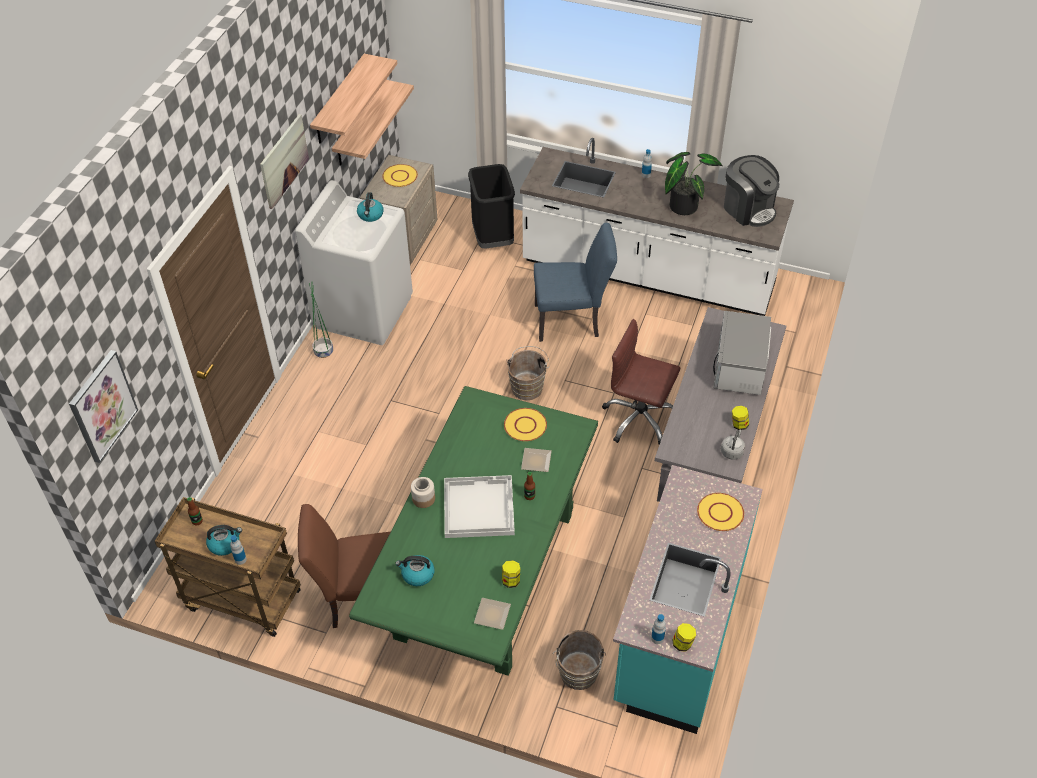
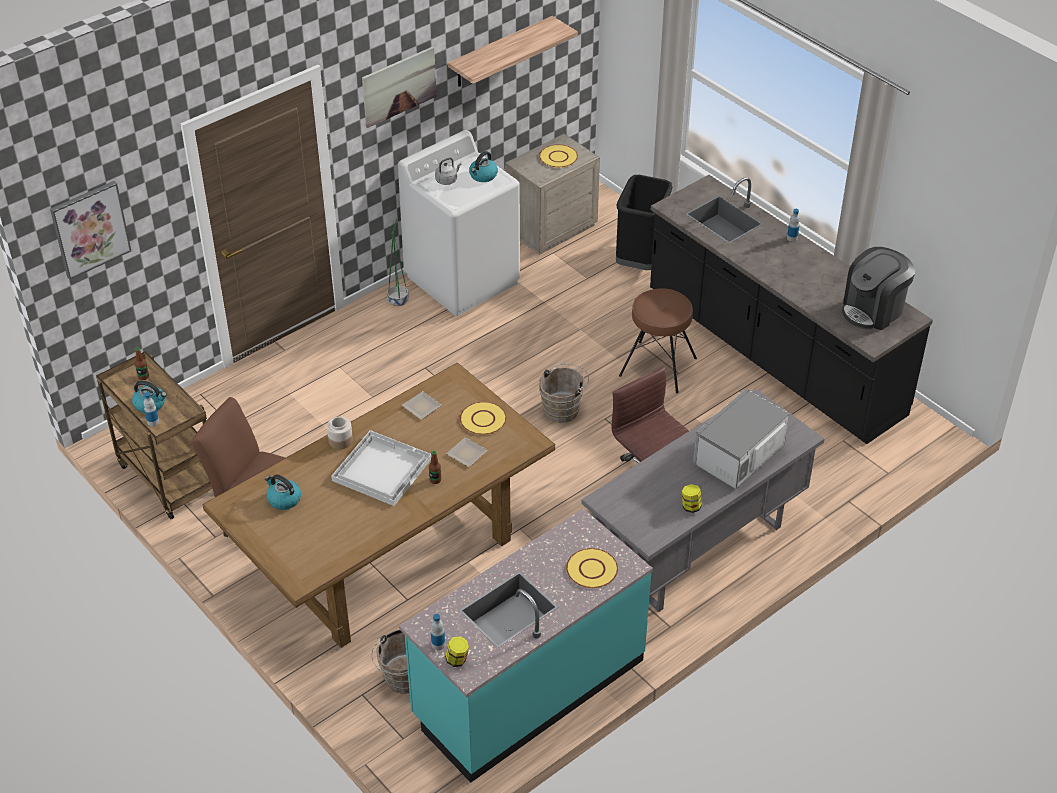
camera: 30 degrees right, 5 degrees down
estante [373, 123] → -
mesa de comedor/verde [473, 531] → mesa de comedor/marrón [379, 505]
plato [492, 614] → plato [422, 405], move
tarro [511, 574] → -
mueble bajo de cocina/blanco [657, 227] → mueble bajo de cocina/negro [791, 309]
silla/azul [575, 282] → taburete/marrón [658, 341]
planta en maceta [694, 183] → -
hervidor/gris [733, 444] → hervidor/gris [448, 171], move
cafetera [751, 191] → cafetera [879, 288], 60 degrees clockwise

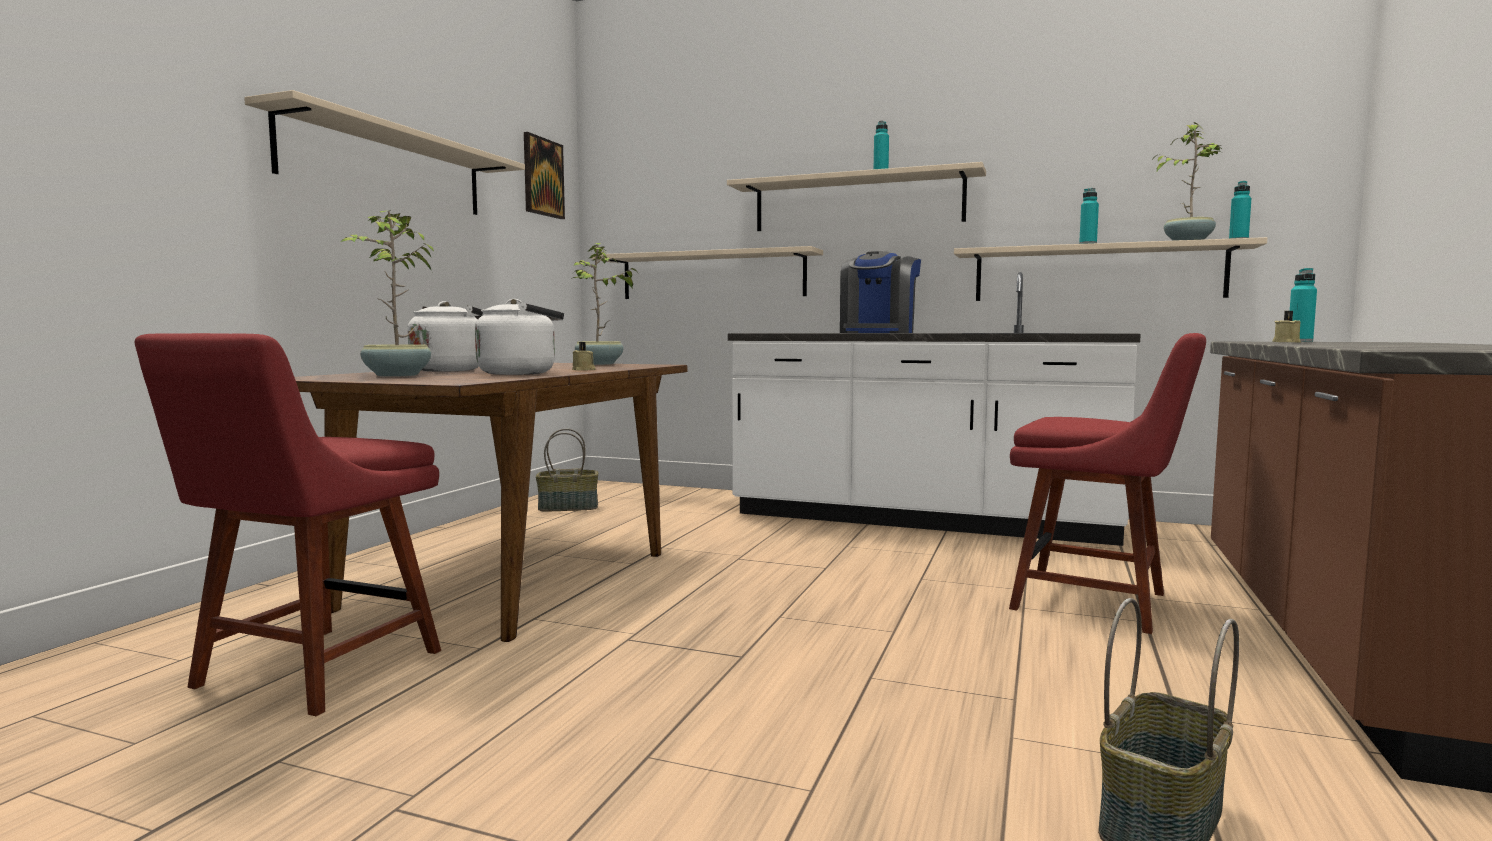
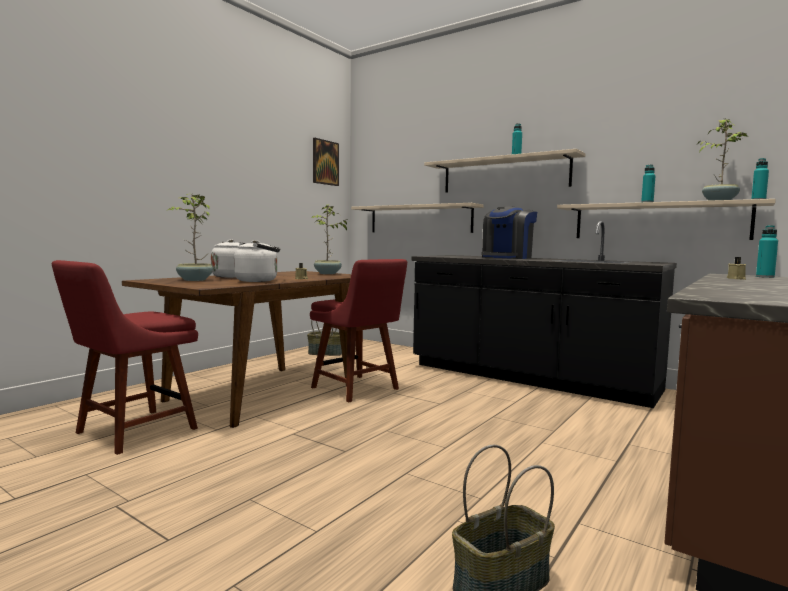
camera: 15 degrees right, 0 degrees up
estante/beis [384, 152] → -
mueble bajo de cocina/blanco [934, 409] → mueble bajo de cocina/negro [544, 314]
silla/rojo [1107, 483] → silla/rojo [358, 330], move

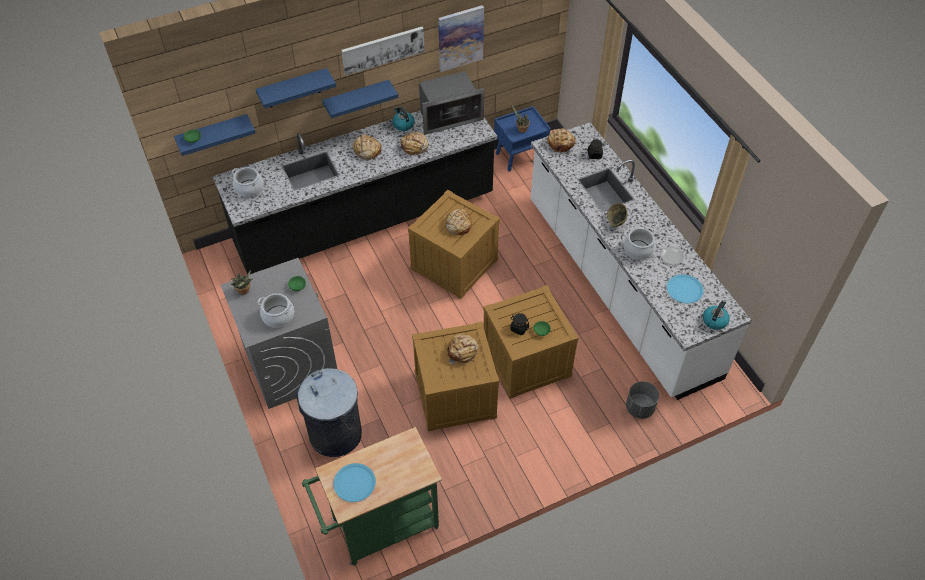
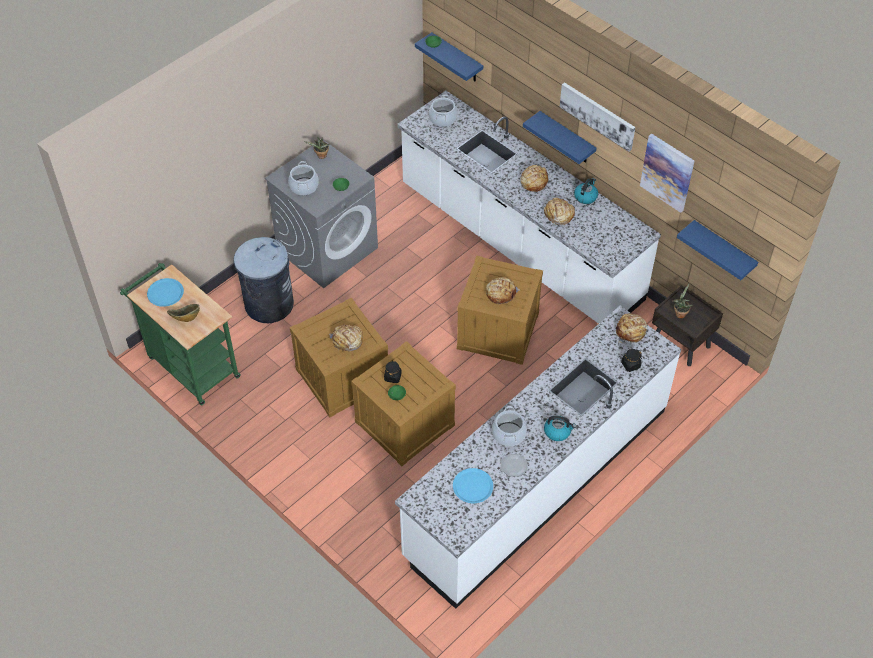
camera: 70 degrees right, 0 degrees up
mueble bajo de cocina/negro [354, 192] → mueble bajo de cocina/blanco [529, 207]
estante/azul [296, 88] → estante/azul [717, 250], move
microondas [451, 103] → -
mesita de noche/azul [522, 138] → mesita de noche/marrón [687, 325]
cuenco [617, 215] → cuenco [183, 313], move
maceta/gris [642, 400] → -
hervidor [716, 315] → hervidor [560, 428], move

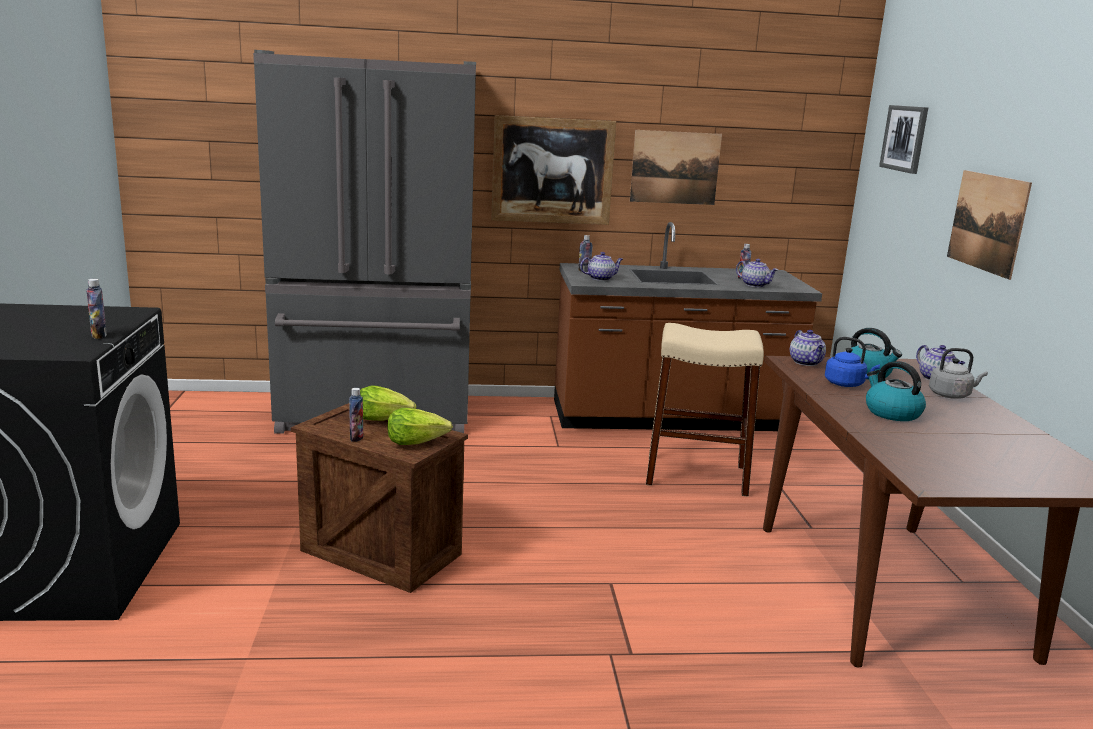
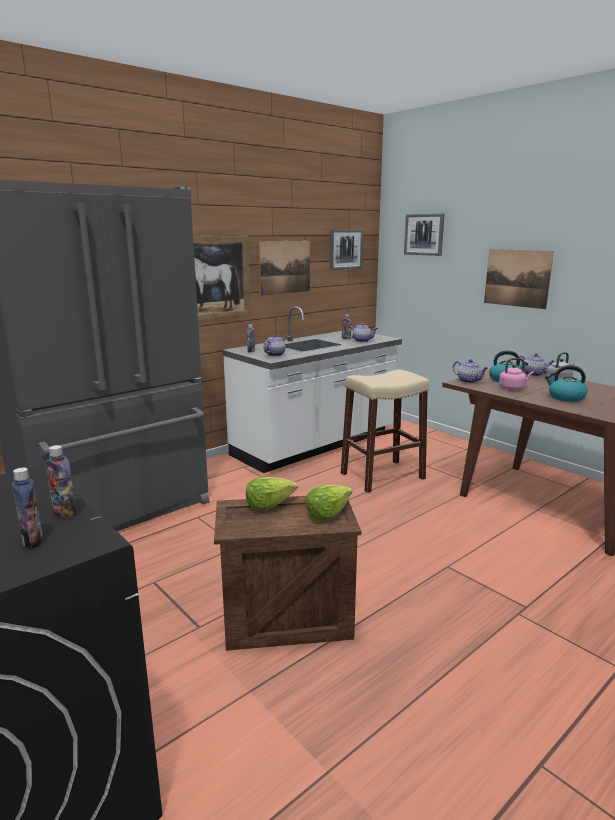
camera: 35 degrees left, 0 degrees up
botella [356, 415] → botella [27, 508], move
mueble bajo de cocina/marrón [688, 326] → mueble bajo de cocina/blanco [312, 389]
hervidor/azul [852, 362] → hervidor/rosa [516, 374]
- → cuadro [346, 250]

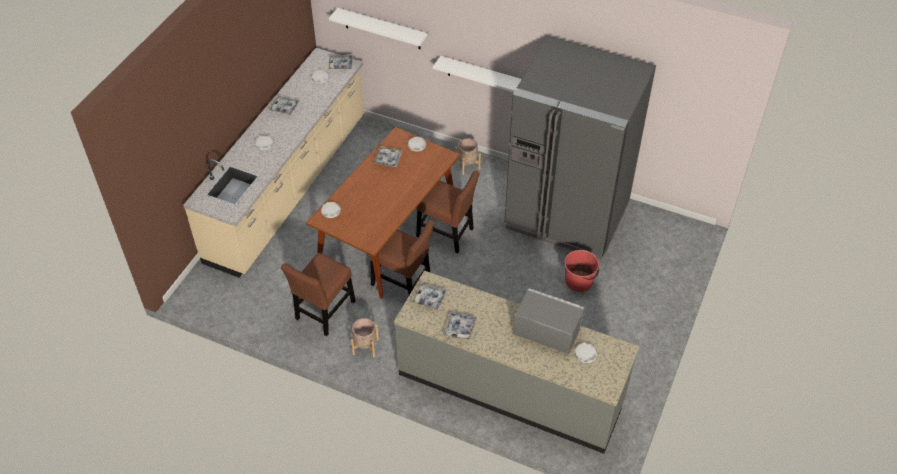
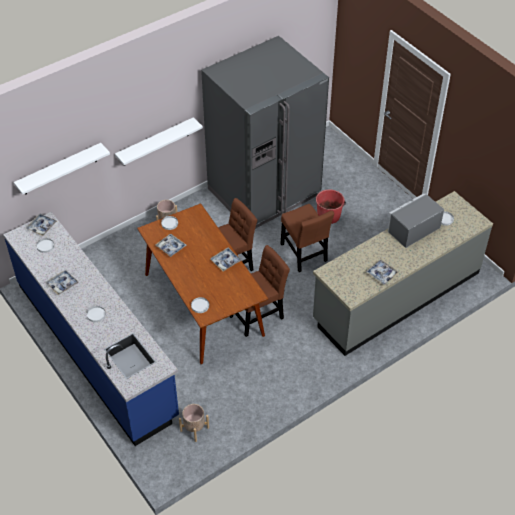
camera: 60 degrees left, 0 degrees up
mueble bajo de cocina/beis [273, 163] → mueble bajo de cocina/azul [91, 329]
silla/marrón [318, 294] → silla/marrón [307, 238], move
maceta/beis [365, 337] → maceta/beis [194, 423], move
bandeja [429, 296] → bandeja [226, 259], move

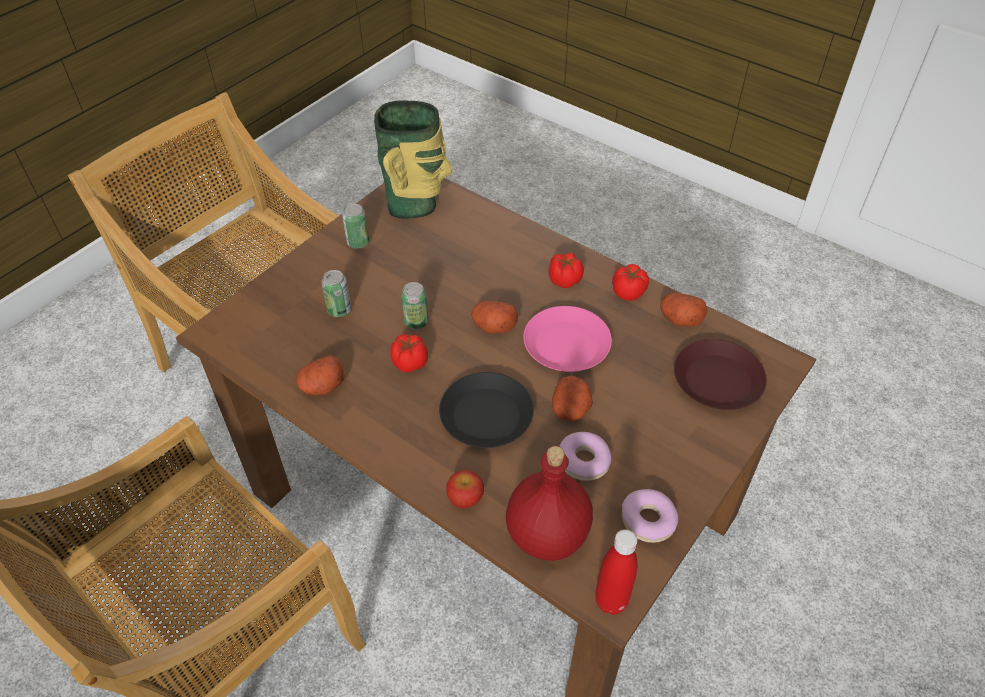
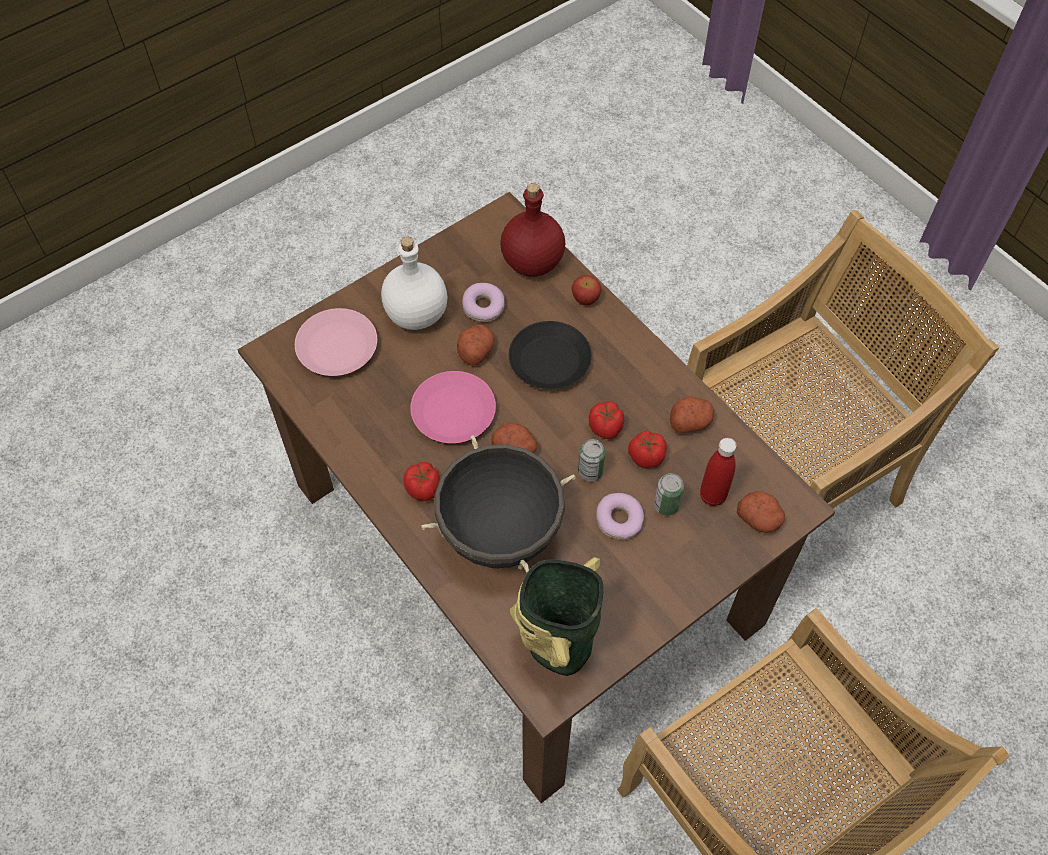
camera: 165 degrees left, 10 degrees up
lata [355, 226] → -
botella/rojo [616, 572] → botella/rojo [718, 472], move
tomate [630, 282] → tomate [647, 449], move
rosquilla [650, 516] → rosquilla [620, 516], move
patata [683, 310] → patata [761, 512], move
plato/marrón [720, 374] → plato/rosa [336, 342]
- → botella/blanco [414, 283]
- → olla/negro [498, 503]

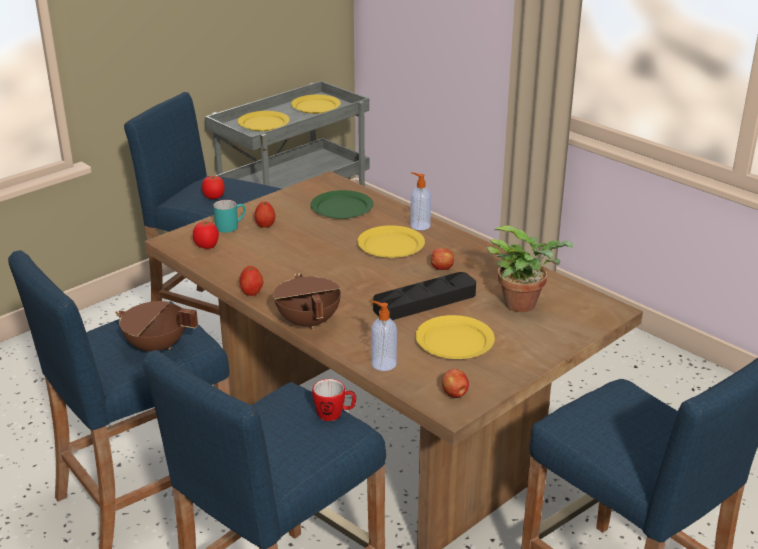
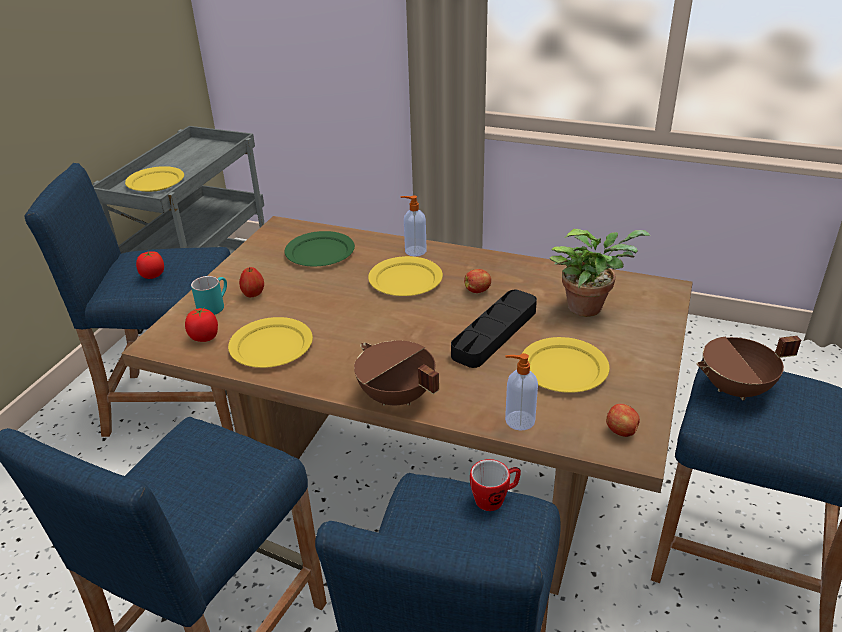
camera: 25 degrees left, 5 degrees up
olla/marrón [156, 326] → olla/marrón [749, 368], move
manzana [251, 281] → -
plato/amarillo [316, 104] → plato/amarillo [270, 342], move

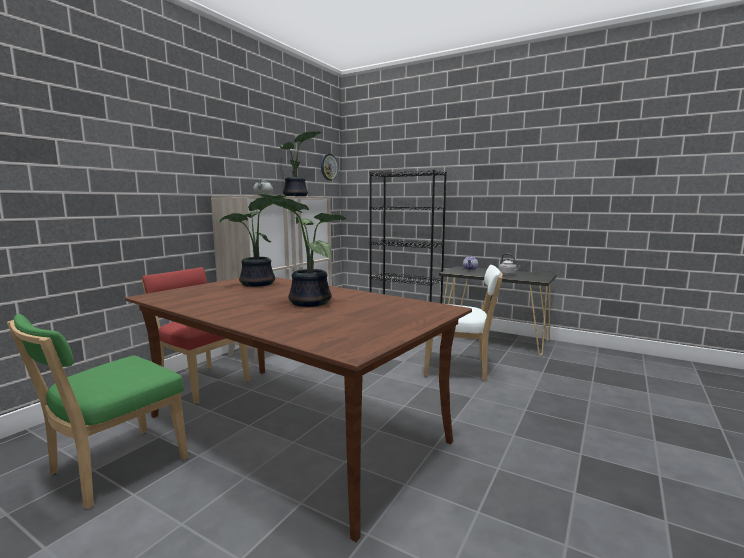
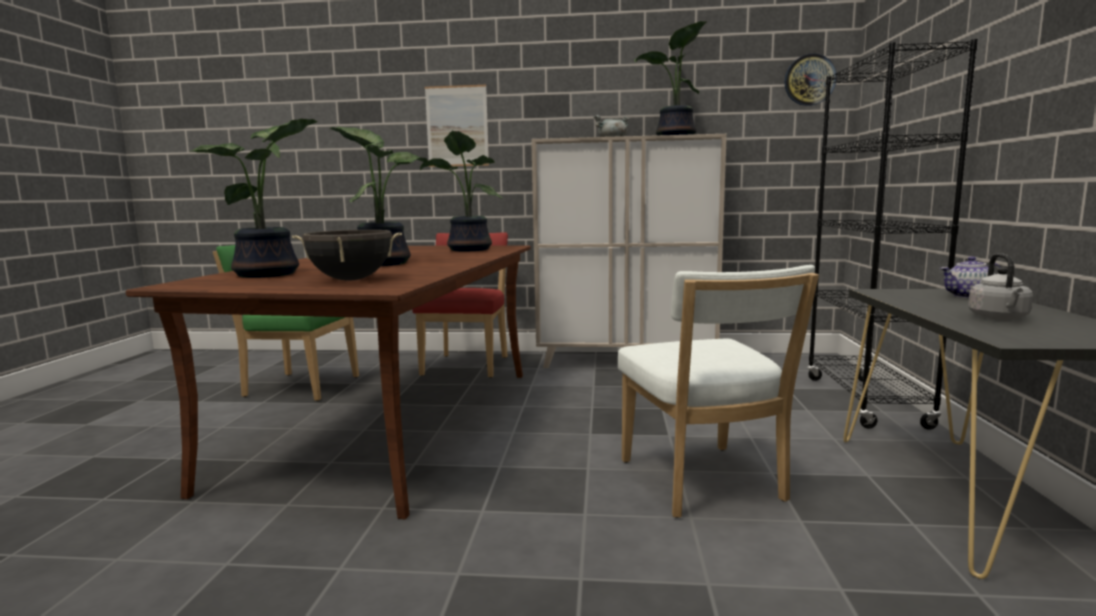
camera: 65 degrees right, 0 degrees up
- → planta en maceta [253, 198]
- → olla/negro [347, 255]
- → cuadro [457, 126]

